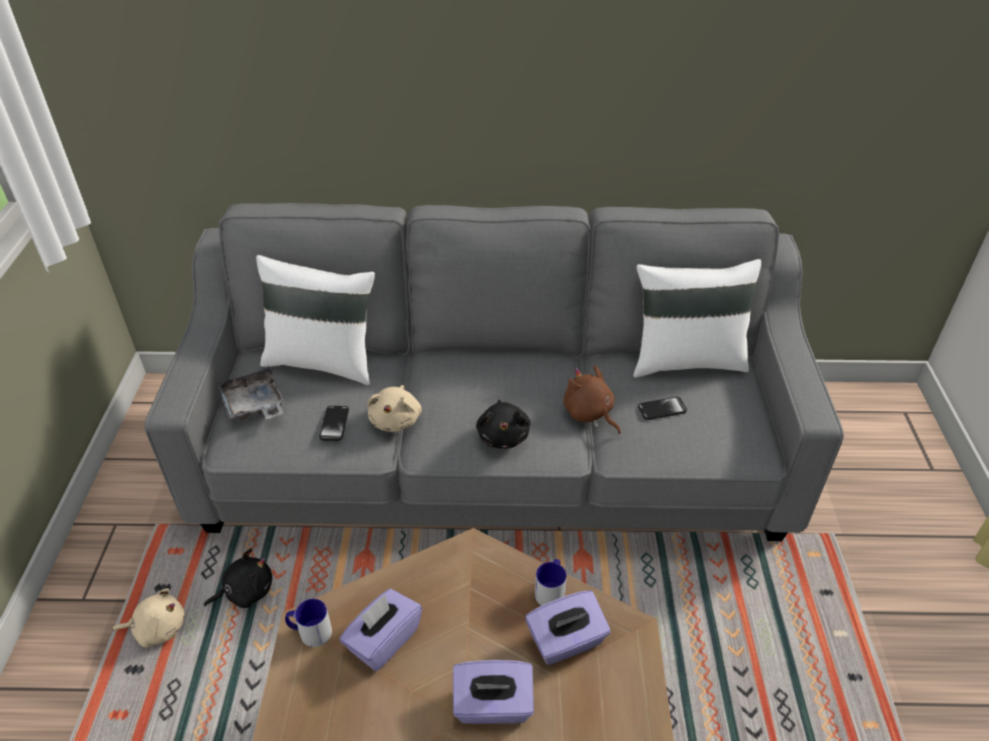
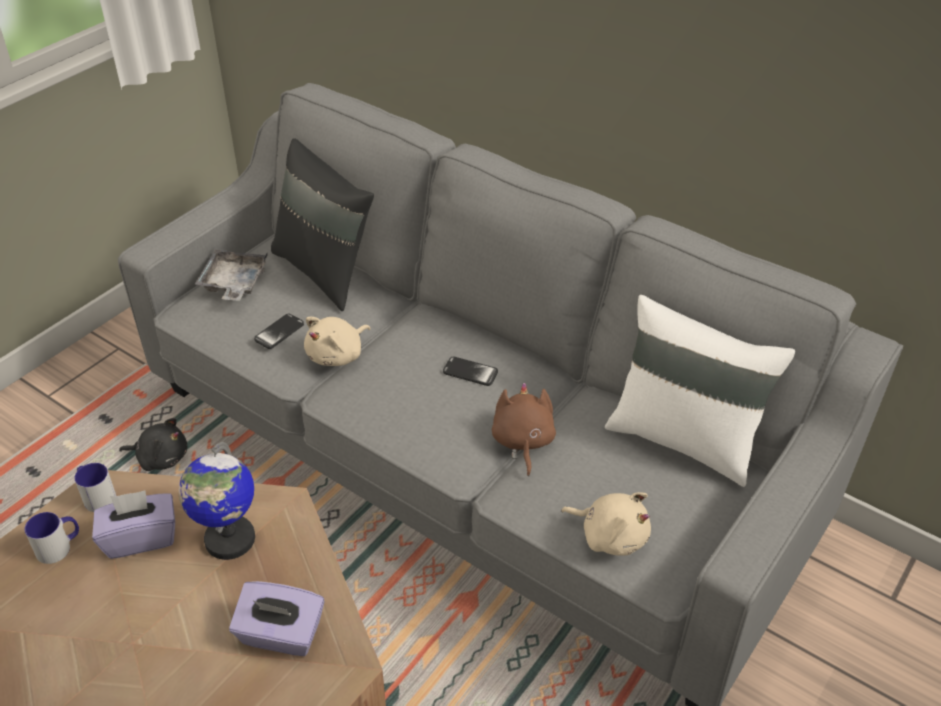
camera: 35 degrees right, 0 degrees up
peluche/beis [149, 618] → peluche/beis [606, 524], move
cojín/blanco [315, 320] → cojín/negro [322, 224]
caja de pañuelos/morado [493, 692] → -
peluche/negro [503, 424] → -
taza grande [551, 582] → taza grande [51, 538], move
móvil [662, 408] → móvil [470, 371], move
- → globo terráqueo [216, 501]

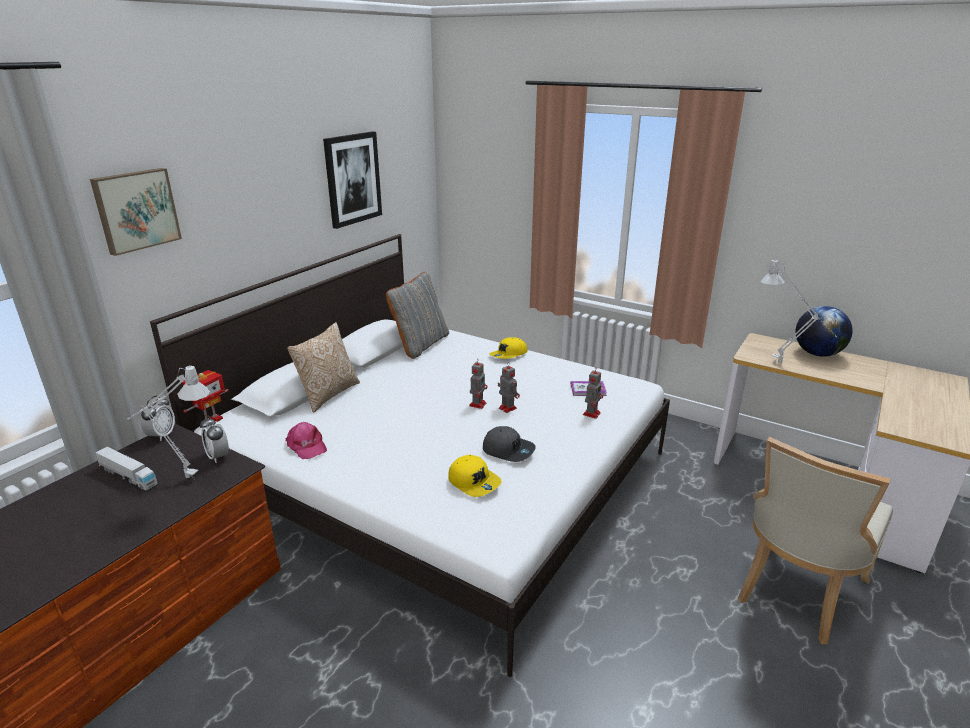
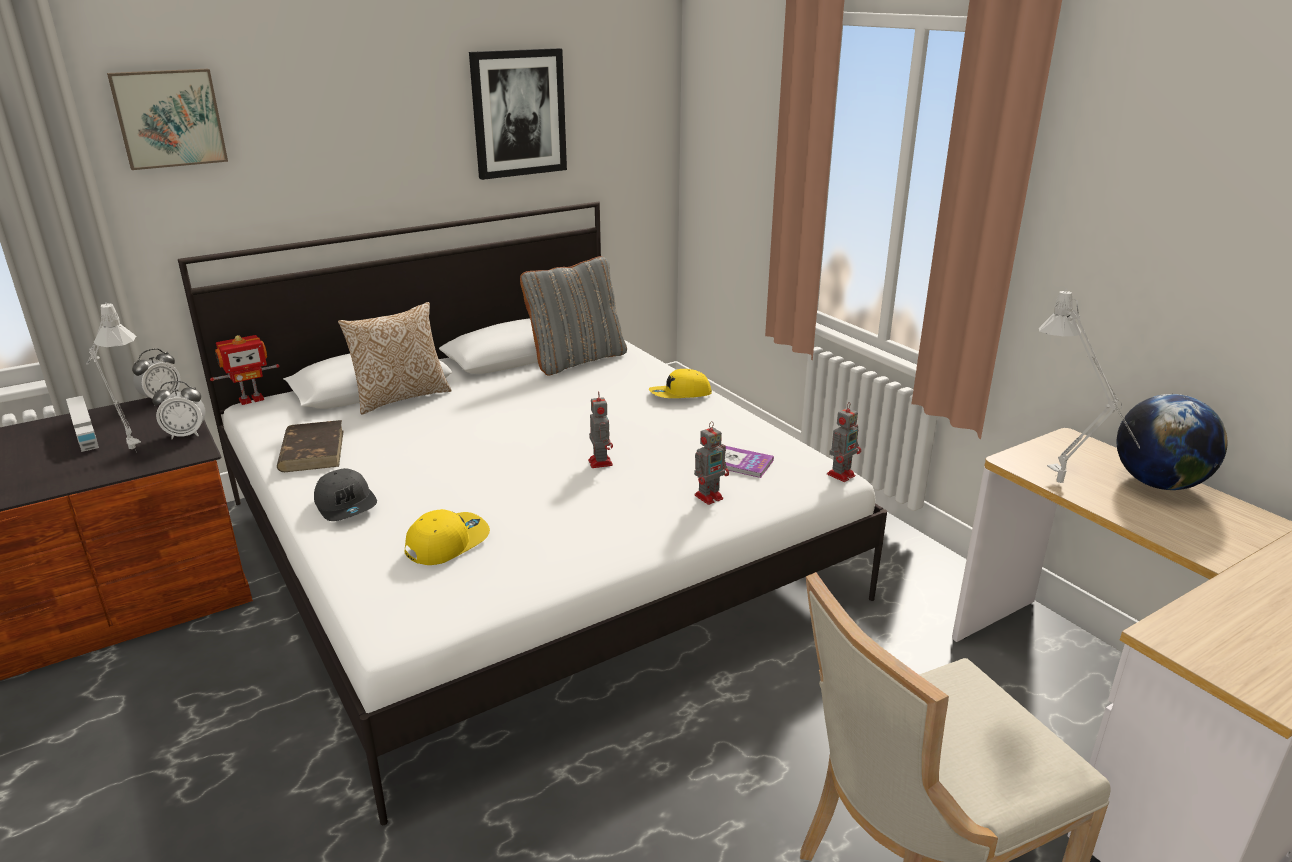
camera: 25 degrees right, 0 degrees up
despertador [214, 439] → despertador [179, 410], 90 degrees counterclockwise
gorra/rosa [306, 440] → libro/marrón [310, 446]
gorra/amarillo [474, 476] → gorra/amarillo [447, 537], 120 degrees counterclockwise
robot de juguete [478, 385] → robot de juguete [844, 442], move
gorra/gris [509, 444] → gorra/gris [345, 494], move

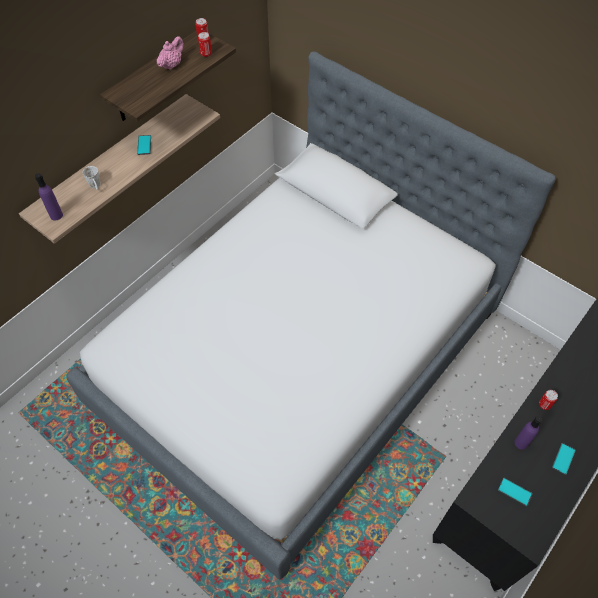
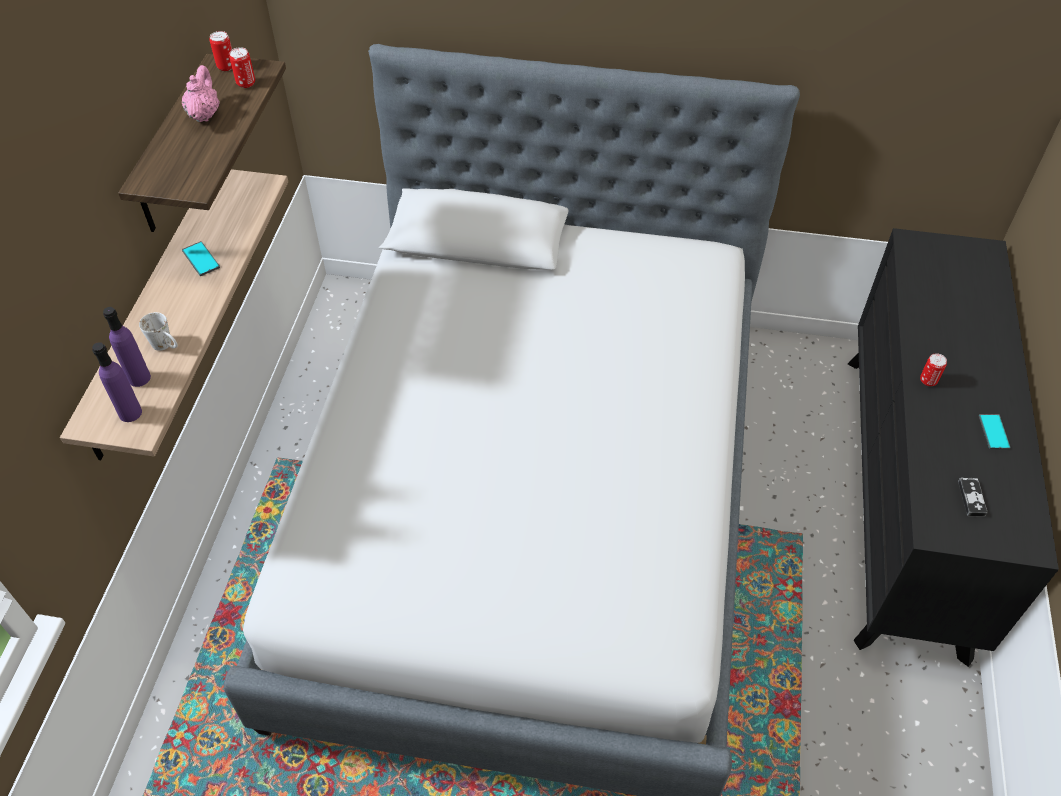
camera: 30 degrees left, 5 degrees down
móvil [515, 492] → mando de consola [973, 497]
botella/morado [528, 432] → botella/morado [127, 347], move

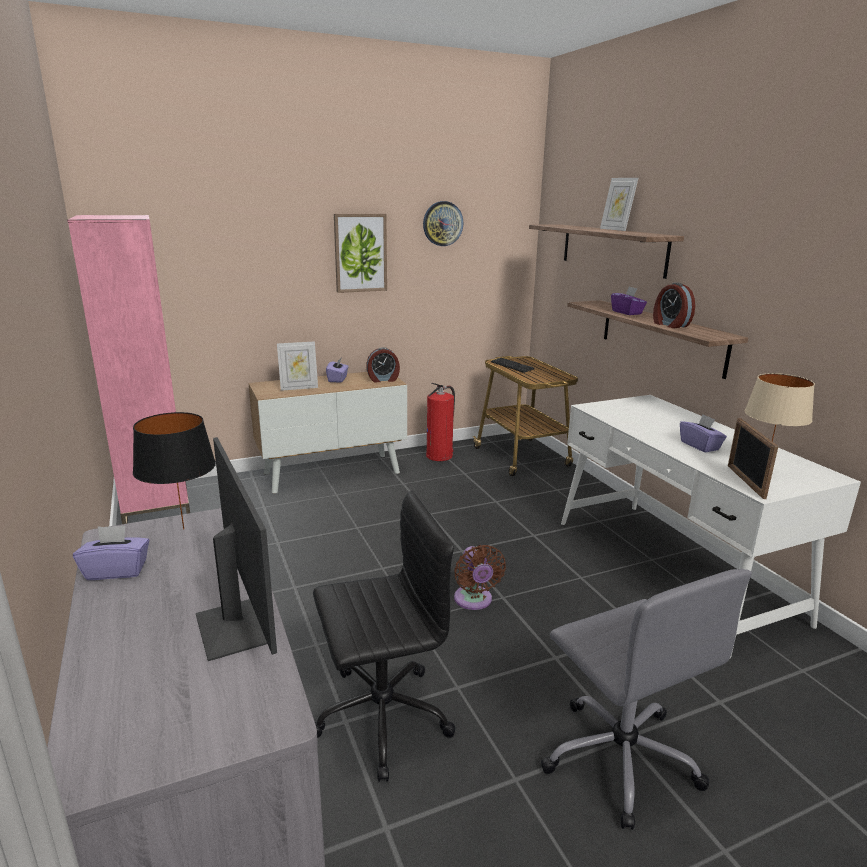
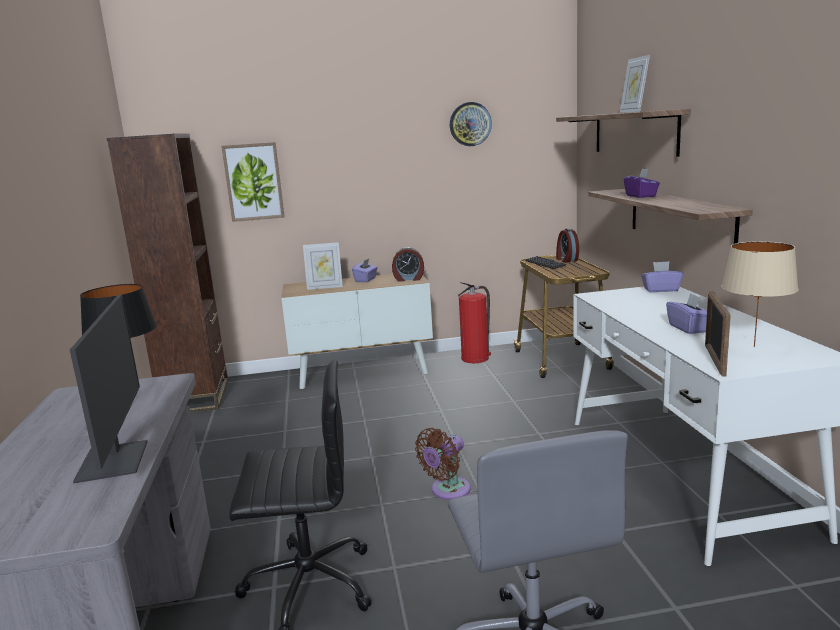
camera: 15 degrees right, 5 degrees down
estantería/rosa [128, 369] → estantería/marrón [167, 273]
caja de pañuelos/morado [111, 552] → caja de pañuelos/morado [662, 276], move
cuadro [360, 253] → cuadro [253, 182], move
ventilador/marrón [480, 577] → ventilador/marrón [443, 464], 45 degrees clockwise
despertador [674, 305] → despertador [567, 245], move

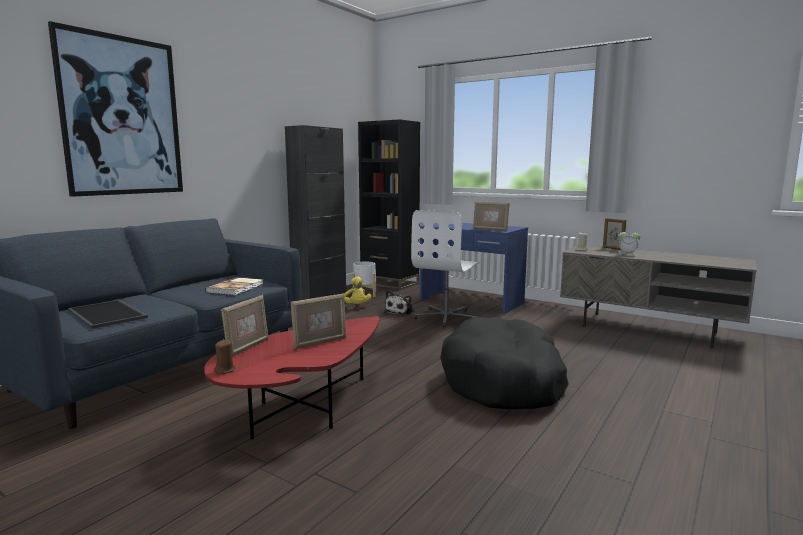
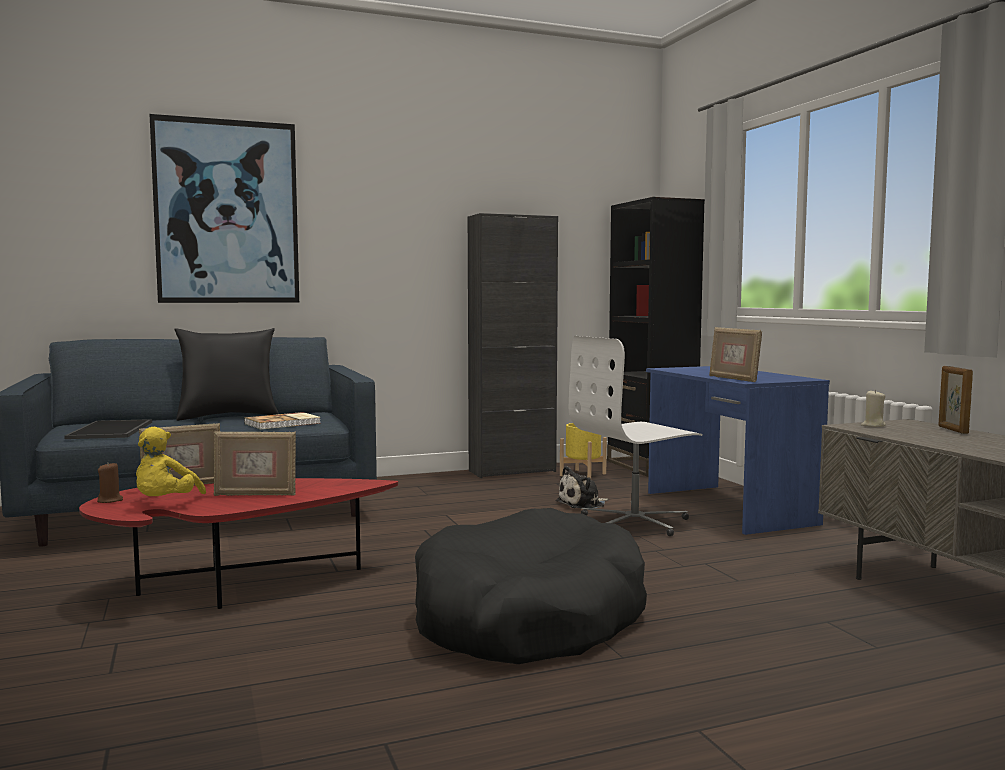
camera: 35 degrees right, 5 degrees down
peluche/amarillo [357, 290] → peluche/amarillo [171, 461], move
maceta/blanco [364, 279] → maceta/amarillo [583, 451]
despertador [629, 243] → -
- → cojín/negro [226, 374]

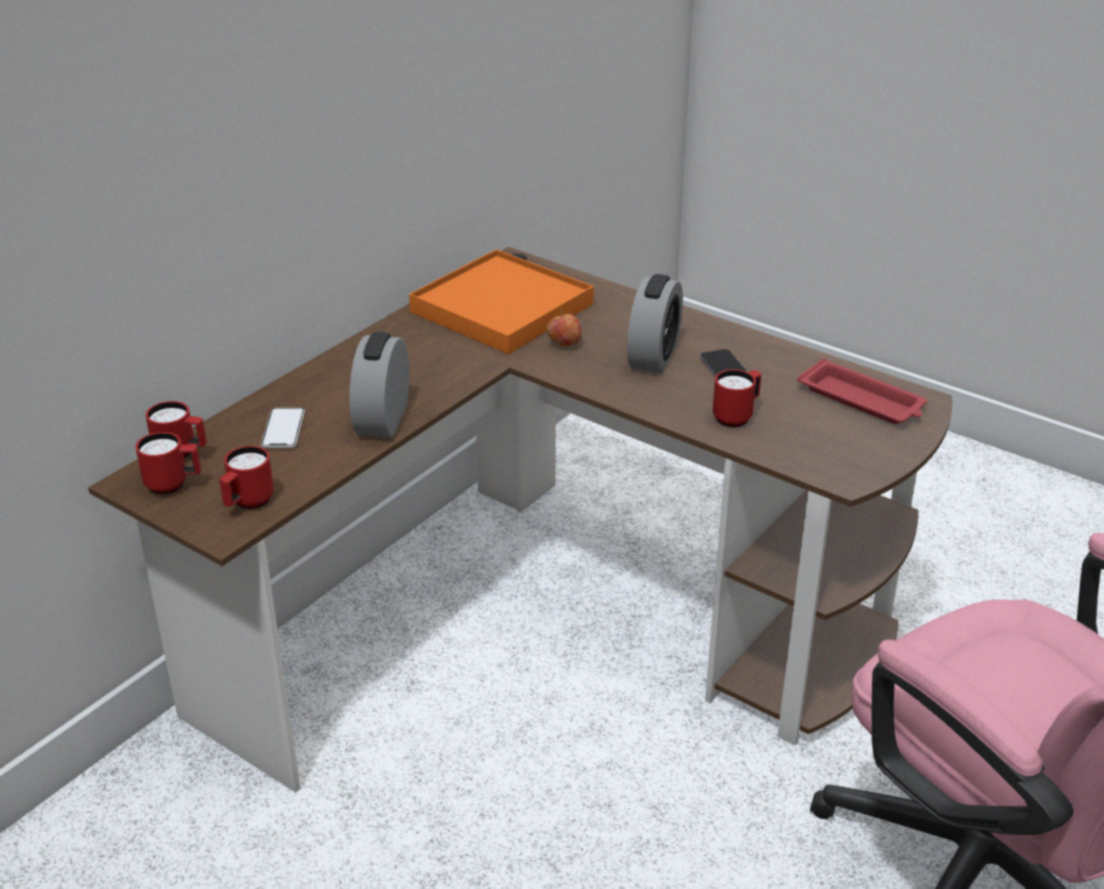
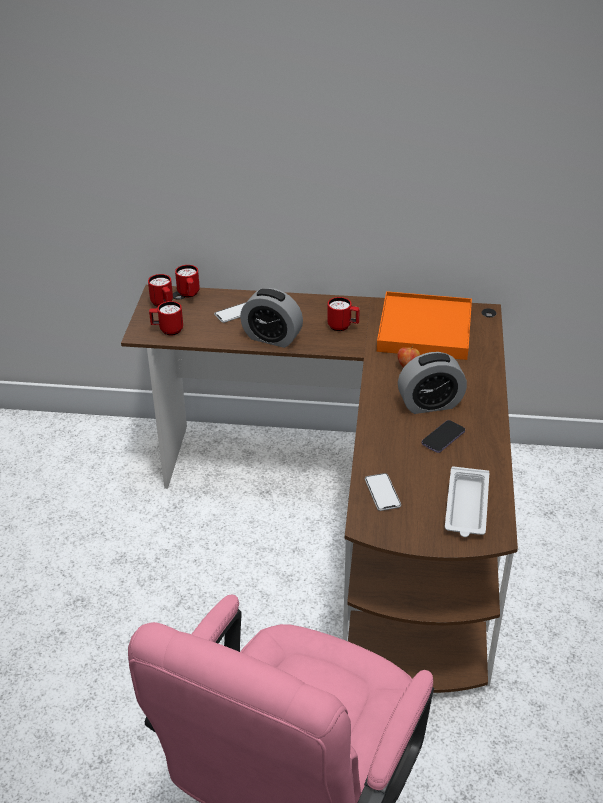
camera: 60 degrees right, 5 degrees up
despertador [379, 385] → despertador [271, 318], 135 degrees counterclockwise
taza grande/rojo [737, 398] → taza grande/rojo [343, 314], move
bandeja/rojo [862, 391] → bandeja/blanco [467, 501]
- → móvil [383, 492]

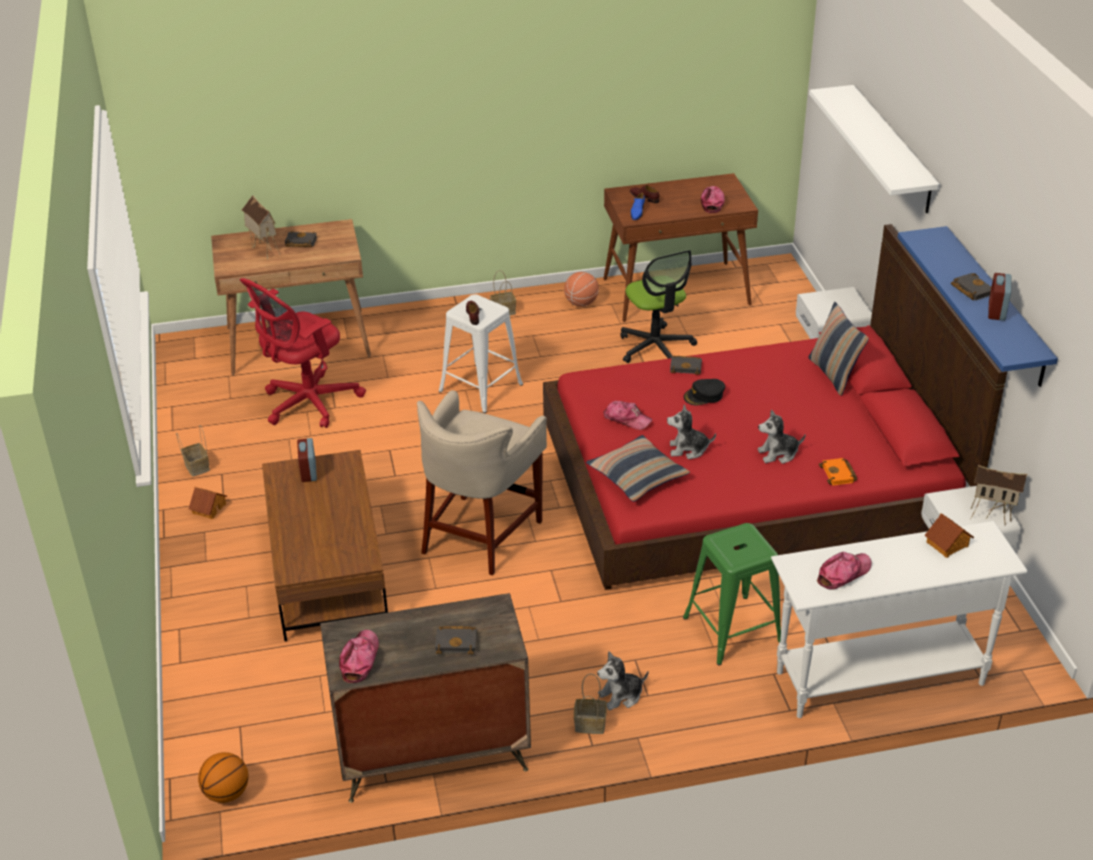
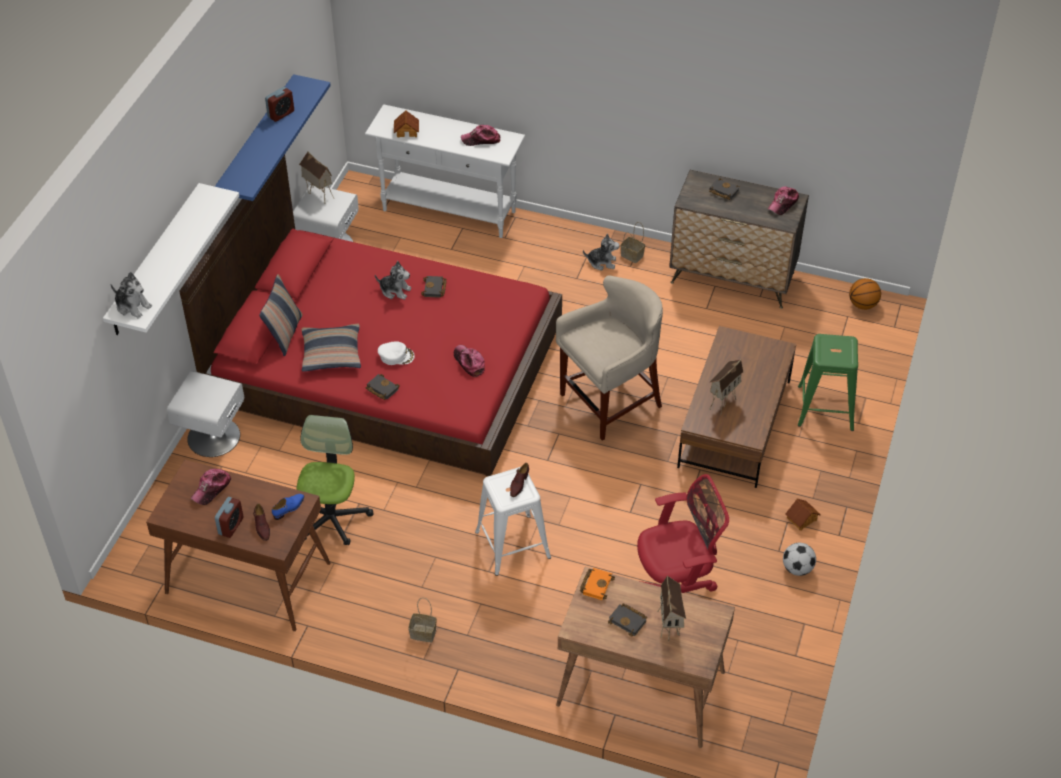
camera: 150 degrees left, 10 degrees up
cesta [193, 451] → balón de fútbol [799, 559]
despertador [307, 460] → despertador [229, 517], move
balón de baloncesto [581, 289] → -
cojín [638, 468] → cojín [331, 348], move
peluche [691, 432] → peluche [131, 295], move
taburete/verde [732, 594] → taburete/verde [828, 382], move
gorra/negro [704, 392] → gorra/blanco [396, 353]
libro/naranja [838, 472] → libro/naranja [597, 584], move
libro/negro [971, 286] → libro/negro [433, 287], move
- → casita [726, 386]

